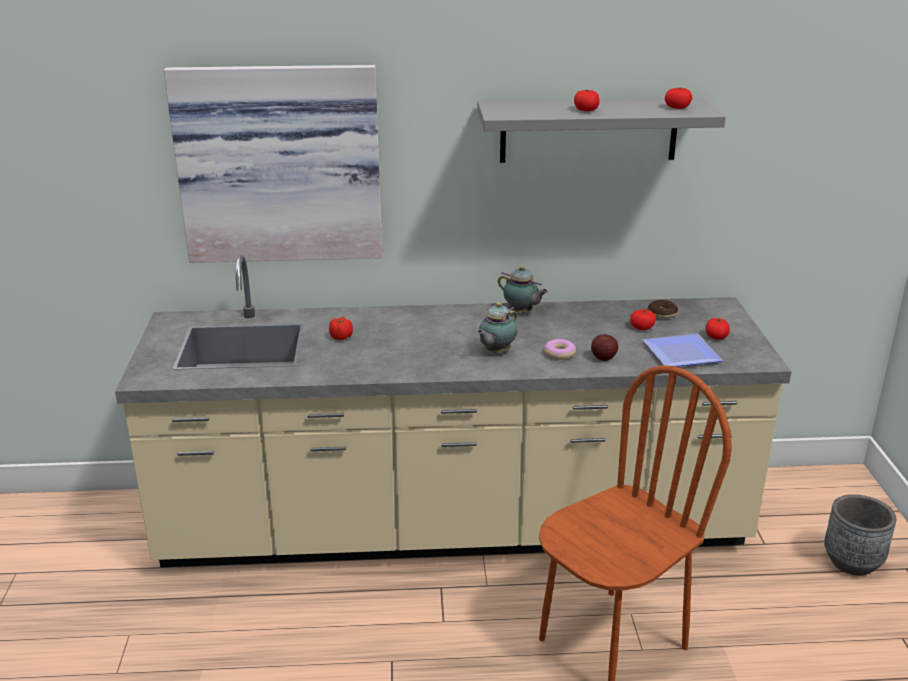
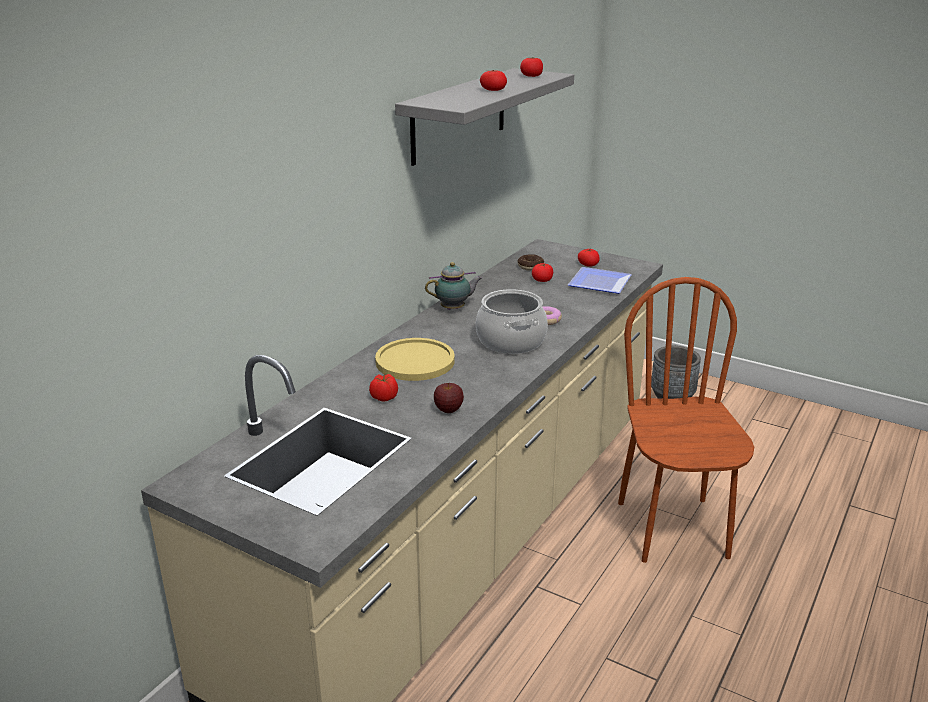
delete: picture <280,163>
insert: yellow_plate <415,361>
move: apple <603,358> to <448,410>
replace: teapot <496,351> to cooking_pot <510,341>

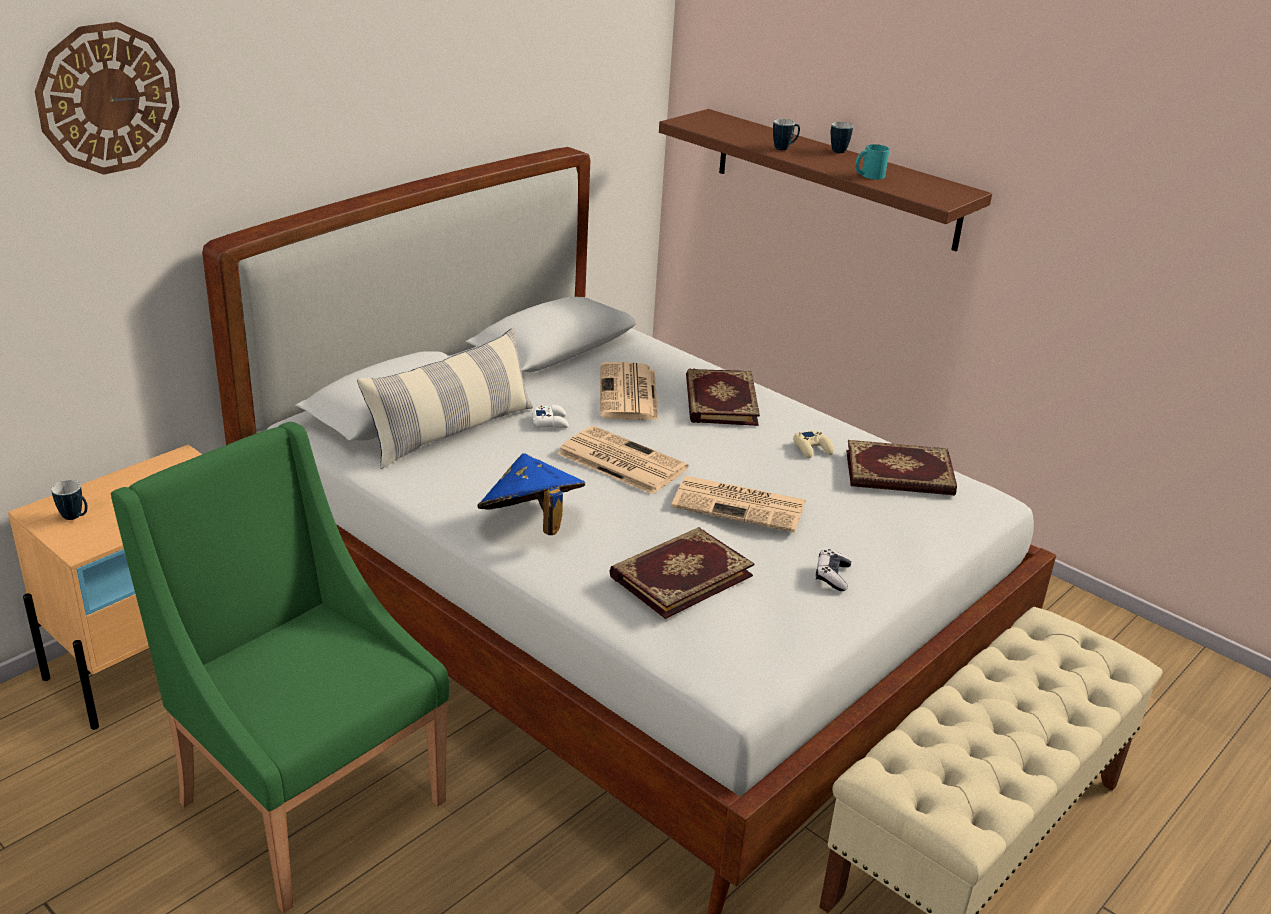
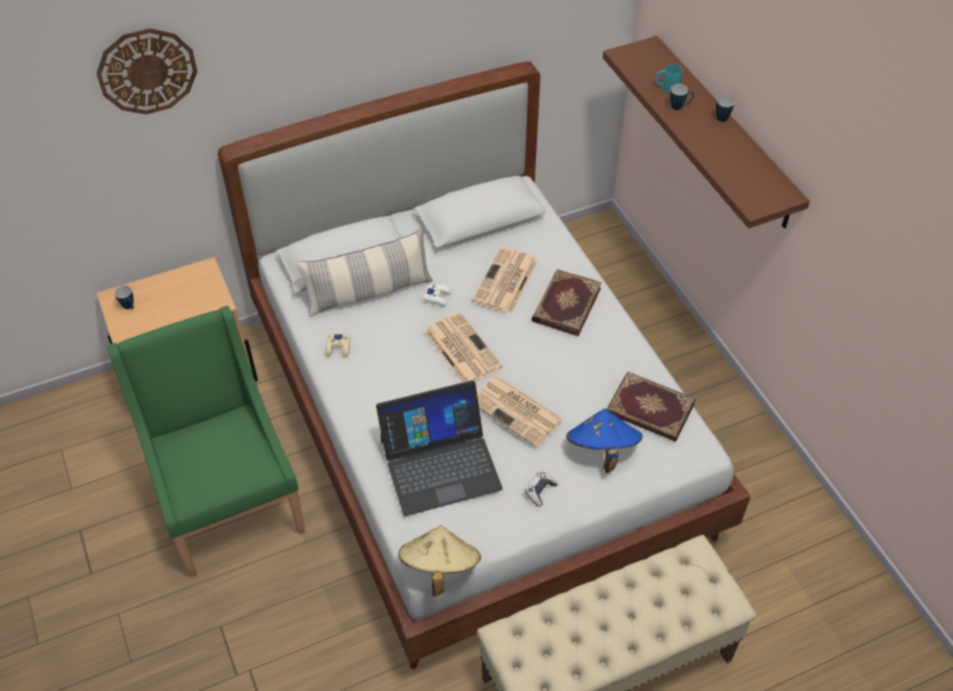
insert: beige_hat <439,568>
move: blue_hat <531,524> to <601,450>; beige_game_controller <812,448> to <338,347>; turquoise_mug <868,175> to <666,87>
replace: book <680,575> to laptop <440,463>

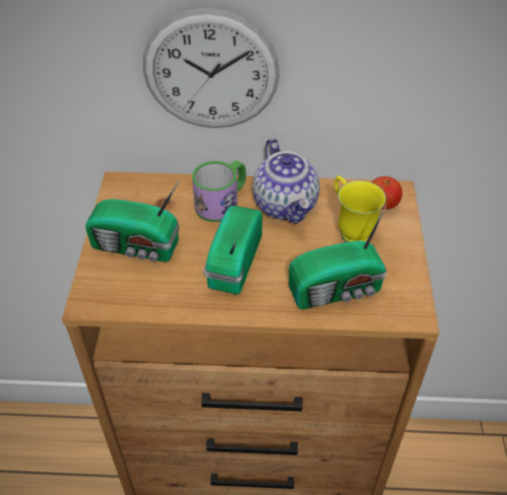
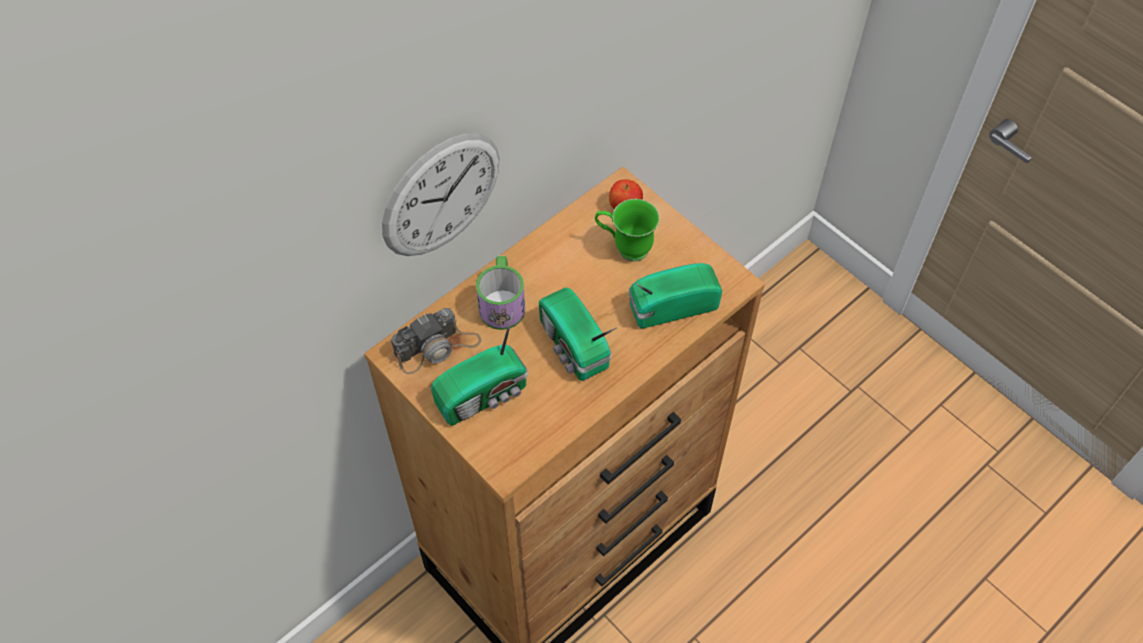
delete: teapot <286,205>
insert: photo_camera <437,347>
recolor: yellow_mug <350,229> to green_mug <624,248>
rotate: radio <338,290> = <670,306> 135 degrees counterclockwise

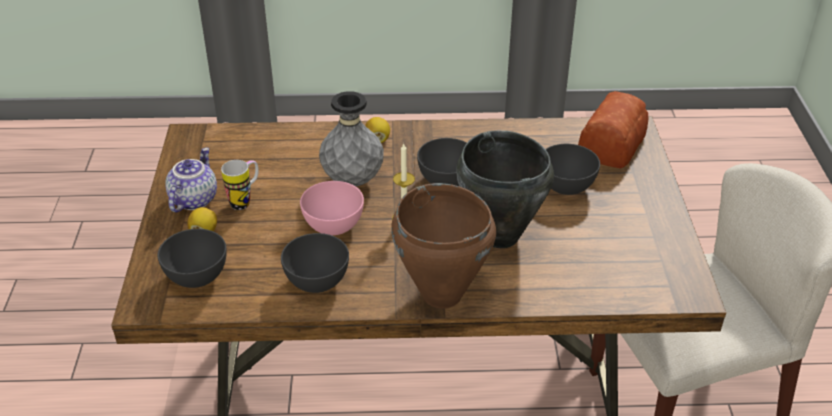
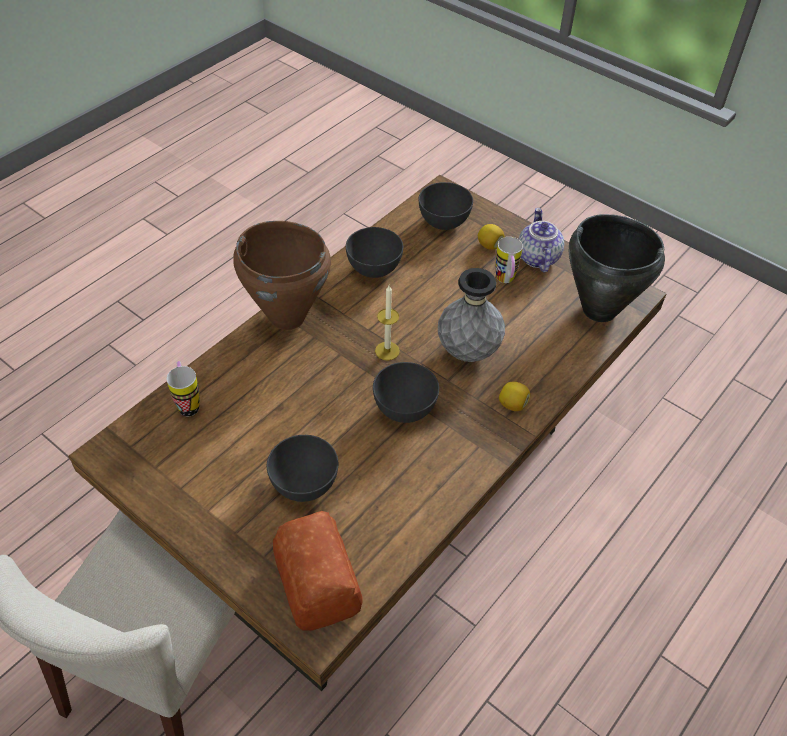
delete: pink_bowl <334,226>
insert: mug <188,403>
move: black_cooking_pot <499,236> to <599,309>
rotate: teapot <193,199> = <536,257> 150 degrees counterclockwise

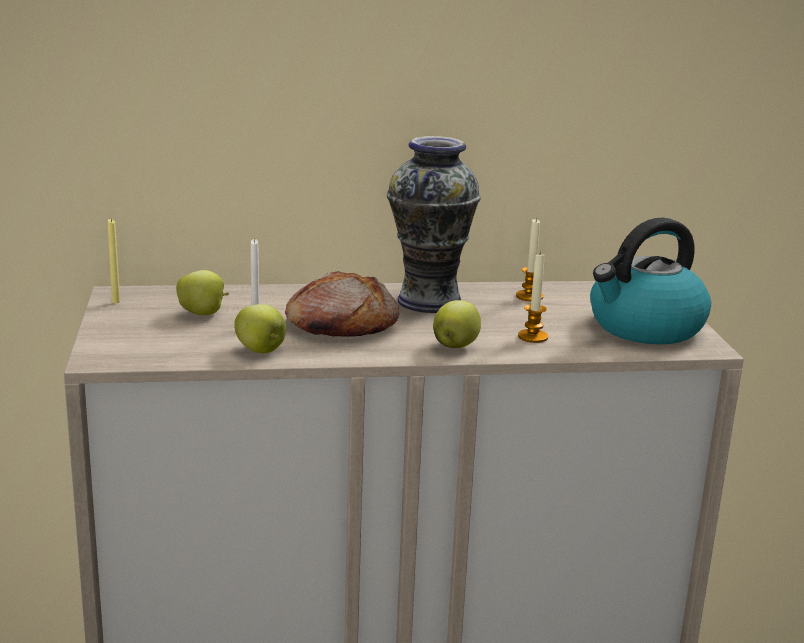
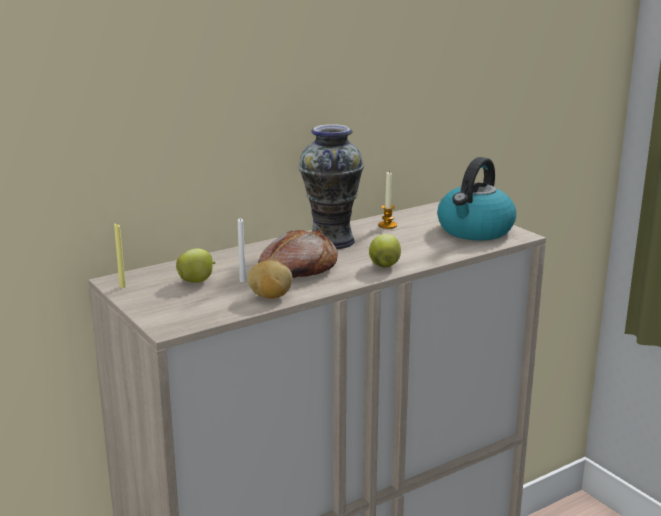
delete: candle <533,337>
replace: apple <261,351> to potato <270,296>

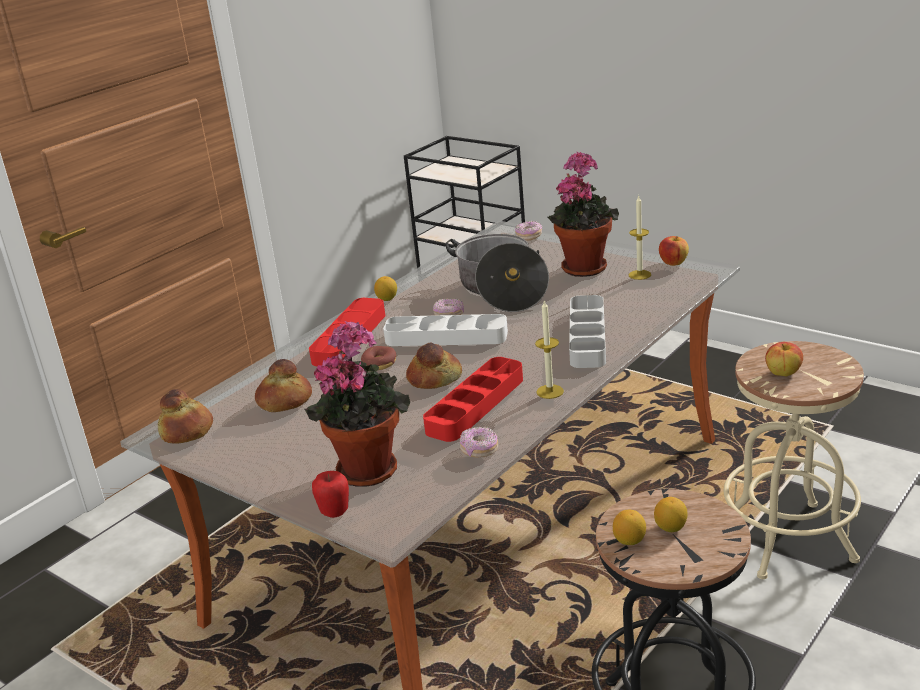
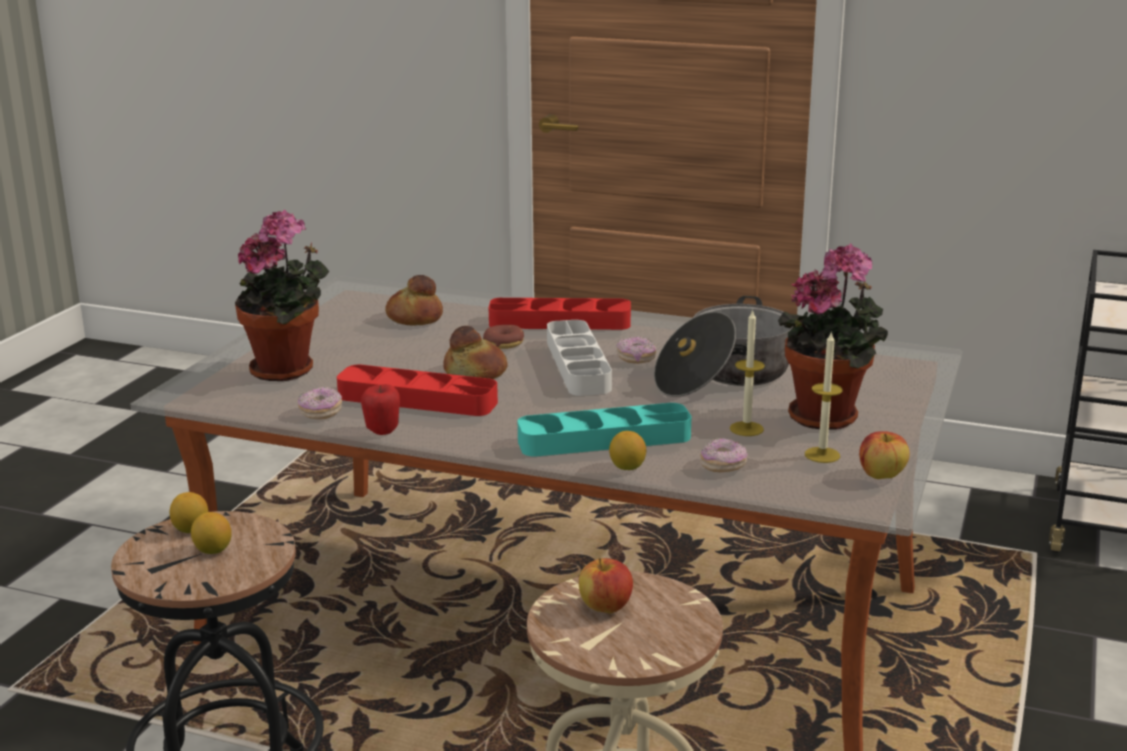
delete: bread <187,430>
move: apple <334,513> to <382,431>; lemon <387,299> to <627,467>; donut <529,236> to <723,466>; candle <550,391> to <746,429>
recolor: grey_tray <587,337> to turquoise_tray <604,439>

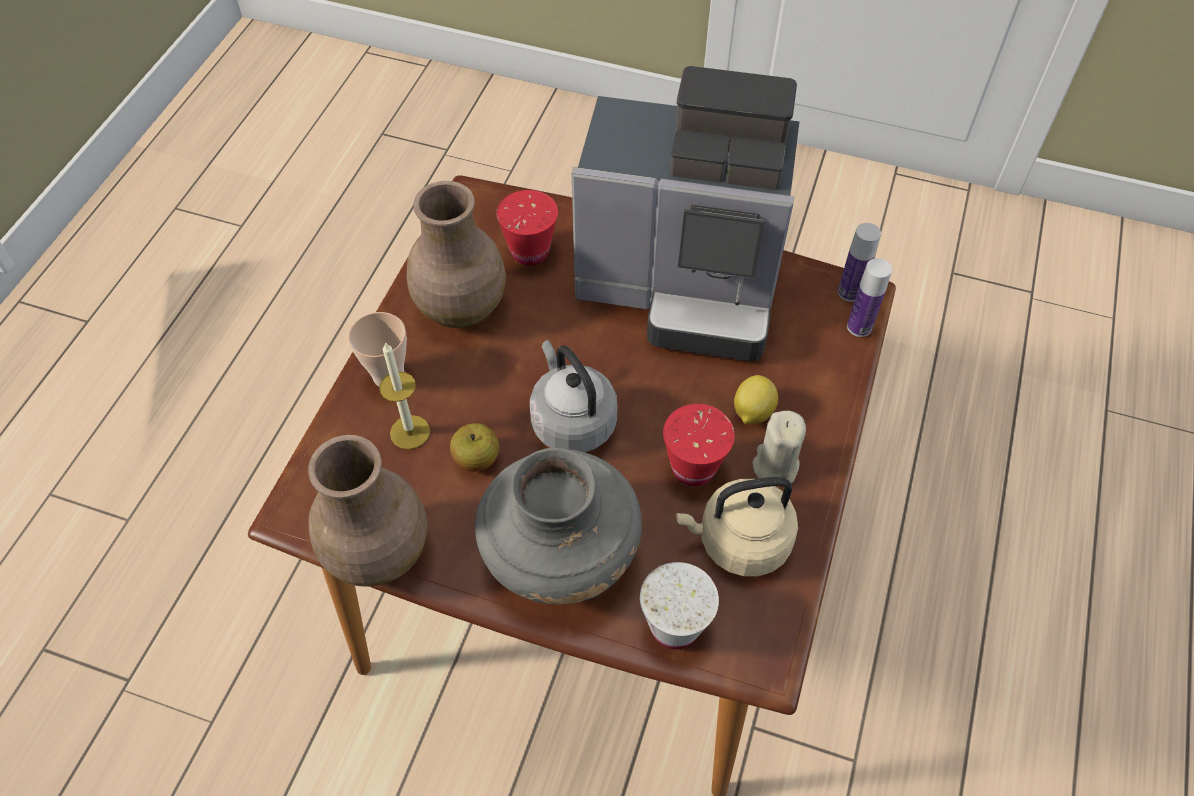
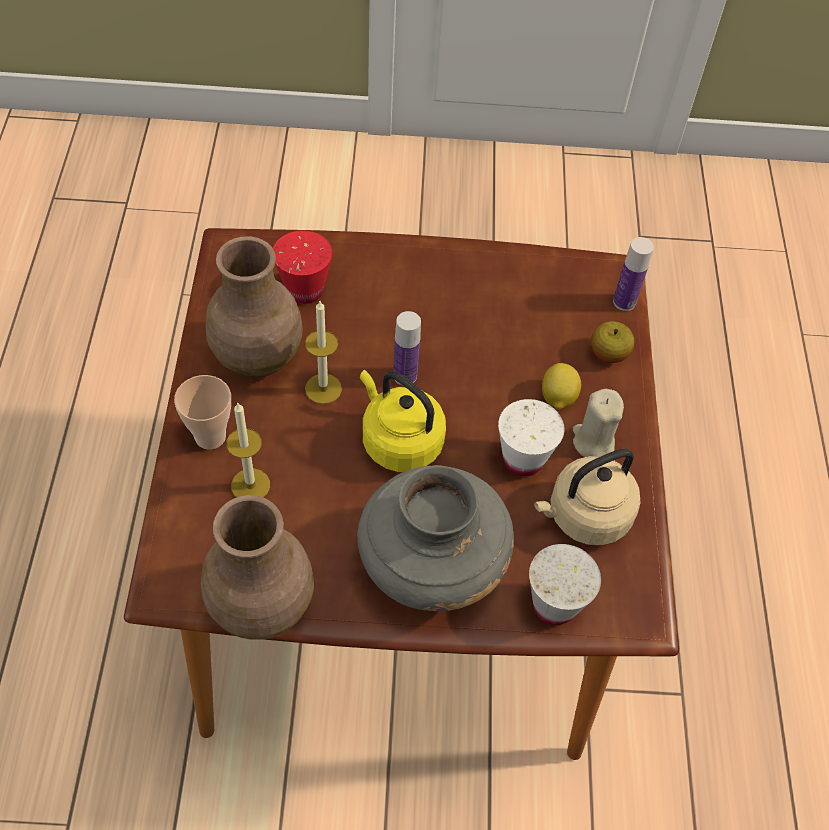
delete: coffee_machine <684,288>
insert: candle <323,389>
move: apple <476,459> to <608,354>; bottle <849,292> to <405,375>
recolor: grey_kettle <571,421> to yellow_kettle <399,441>; red_cup <693,468> to white_cup <523,460>

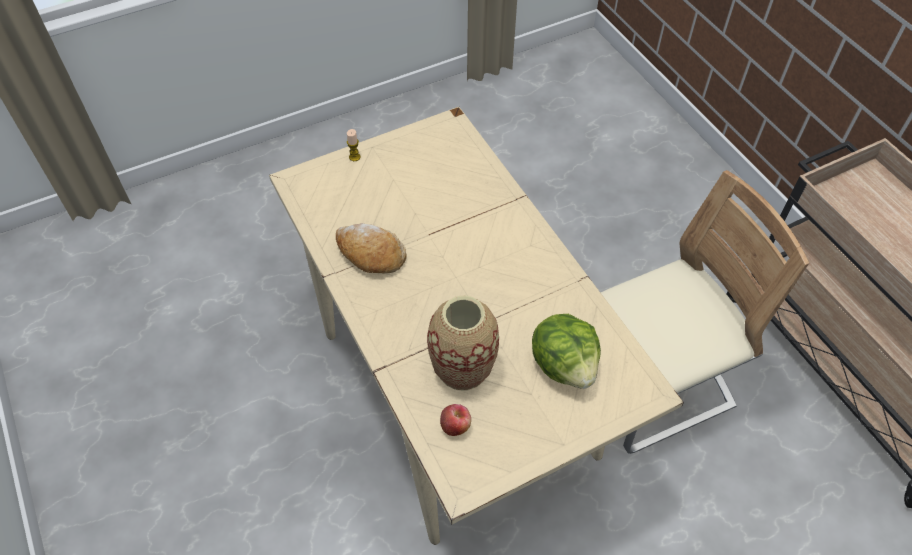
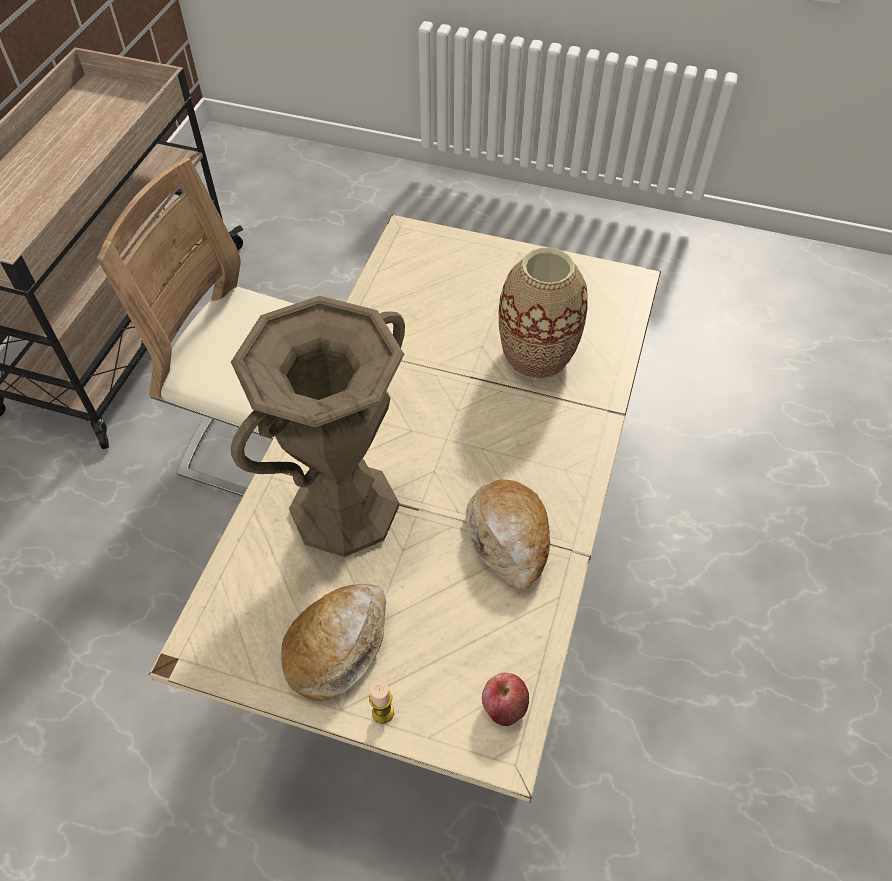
delete: lettuce <564,365>
insert: brown_vase <344,509>; bread <337,645>
move: apple <455,426> to <504,706>

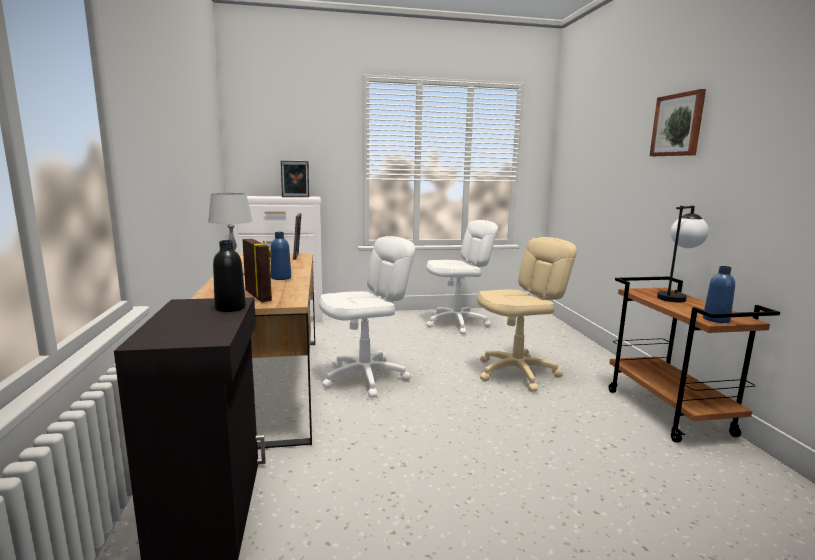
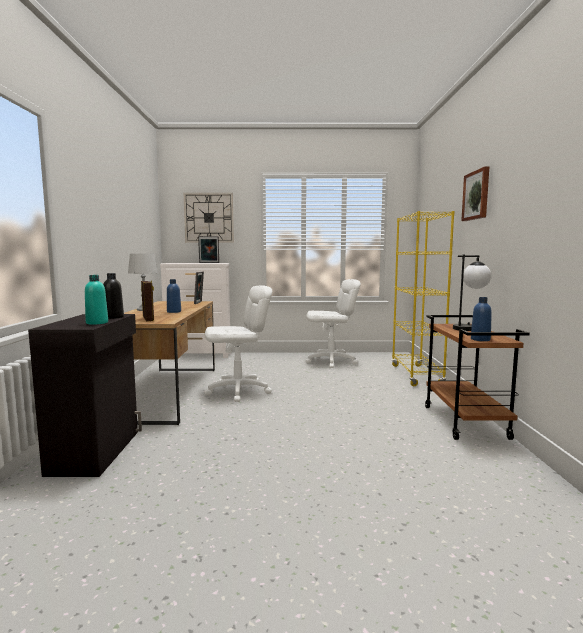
delete: beige_office_chair <517,373>
insert: turquoise_bottle <97,323>; wall_clock <209,218>; yellow_bookcase <416,375>

